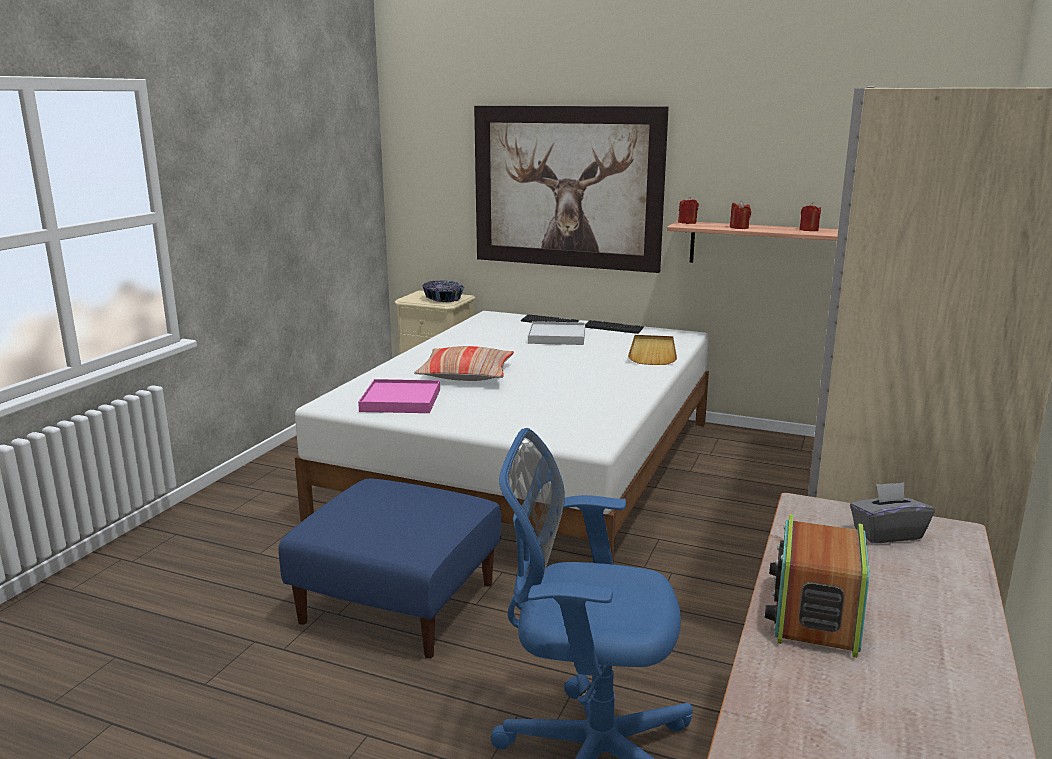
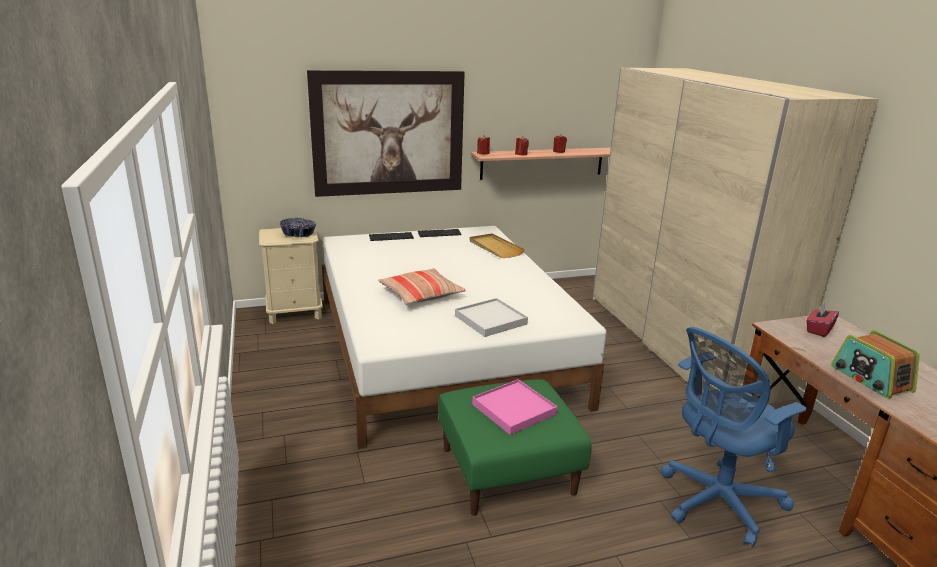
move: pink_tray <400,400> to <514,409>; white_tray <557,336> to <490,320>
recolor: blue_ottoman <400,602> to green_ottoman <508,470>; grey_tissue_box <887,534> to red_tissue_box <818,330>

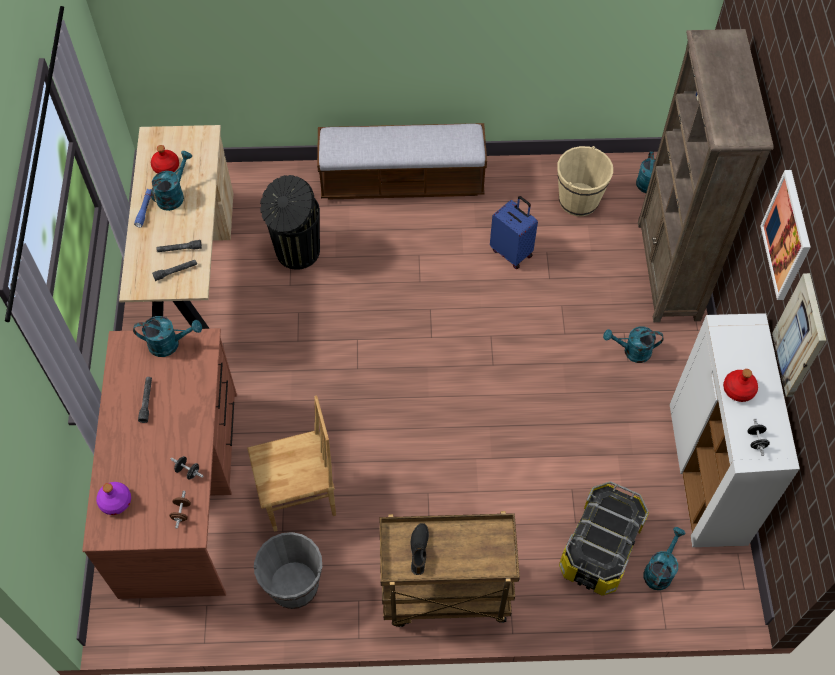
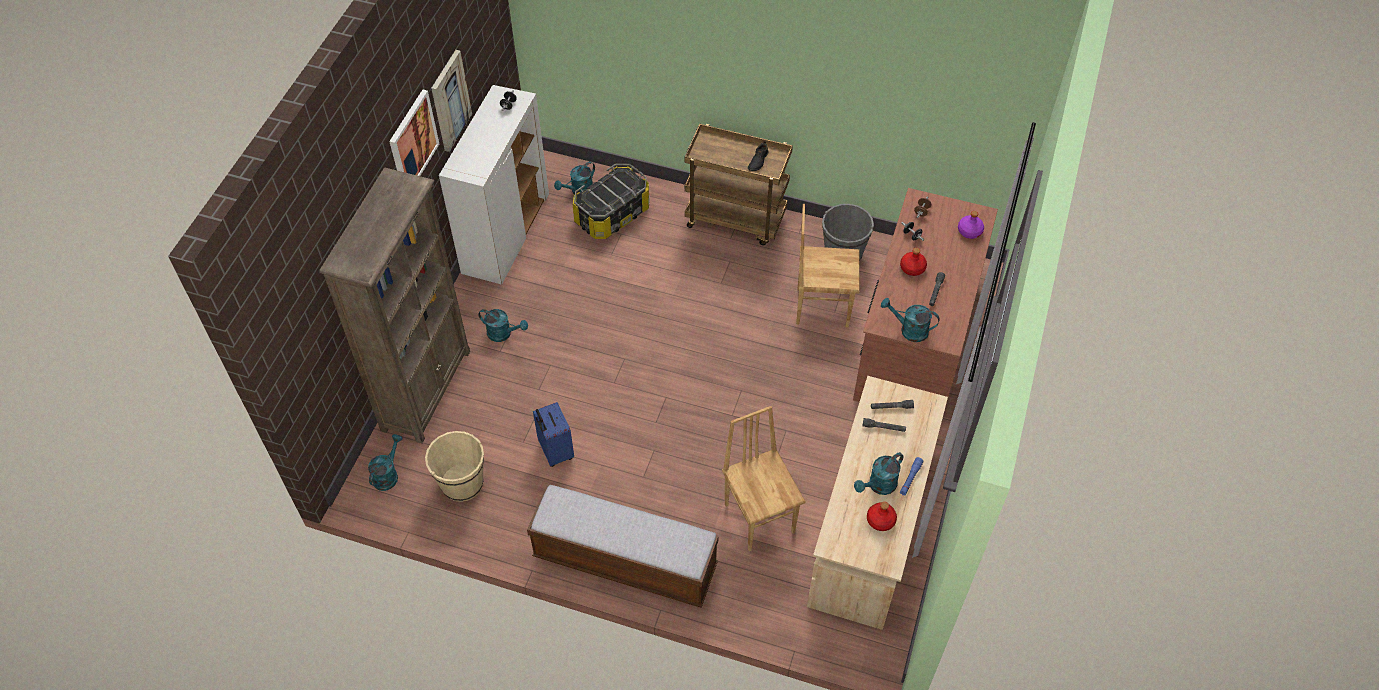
move: red_bottle <739,390> to <912,268>
replace: black_trash_can <296,252> to brown_chair <760,517>

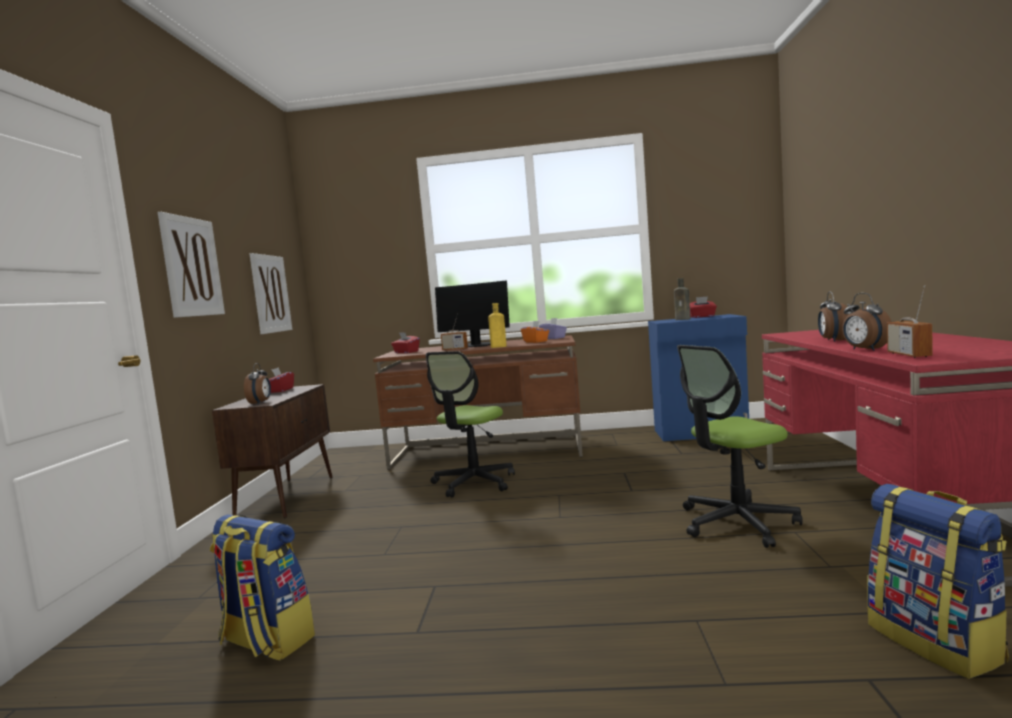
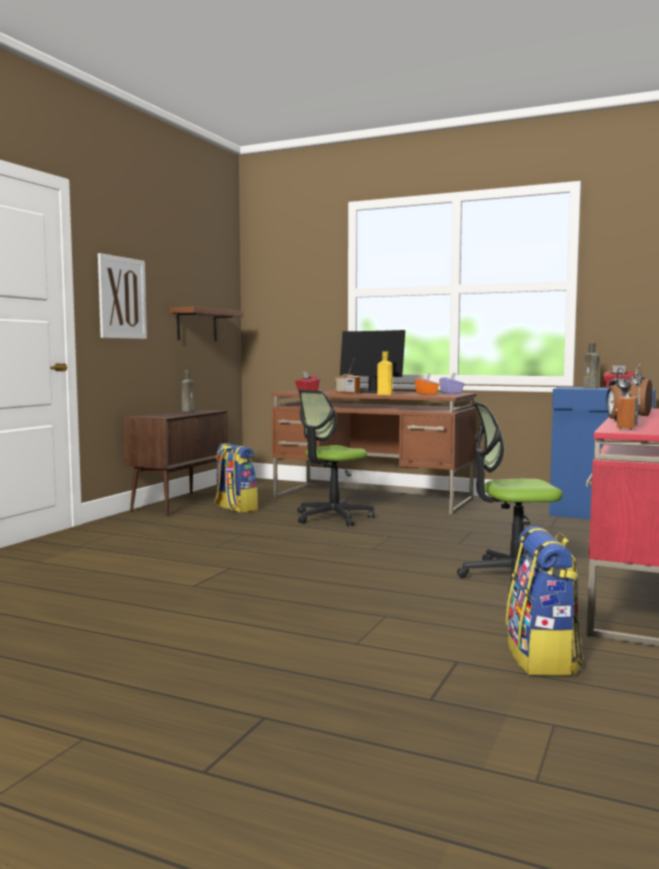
delete: alarm_clock <260,403>
move: backpack <265,641> to <235,508>
replace: picture <270,294> to brown_shelf <197,325>; red_tissue_box <280,390> to brown_bottle <188,411>

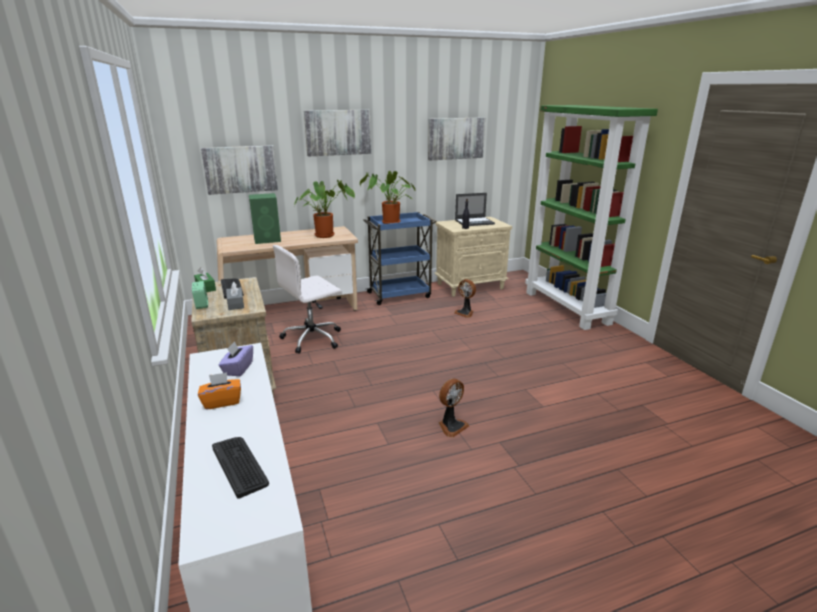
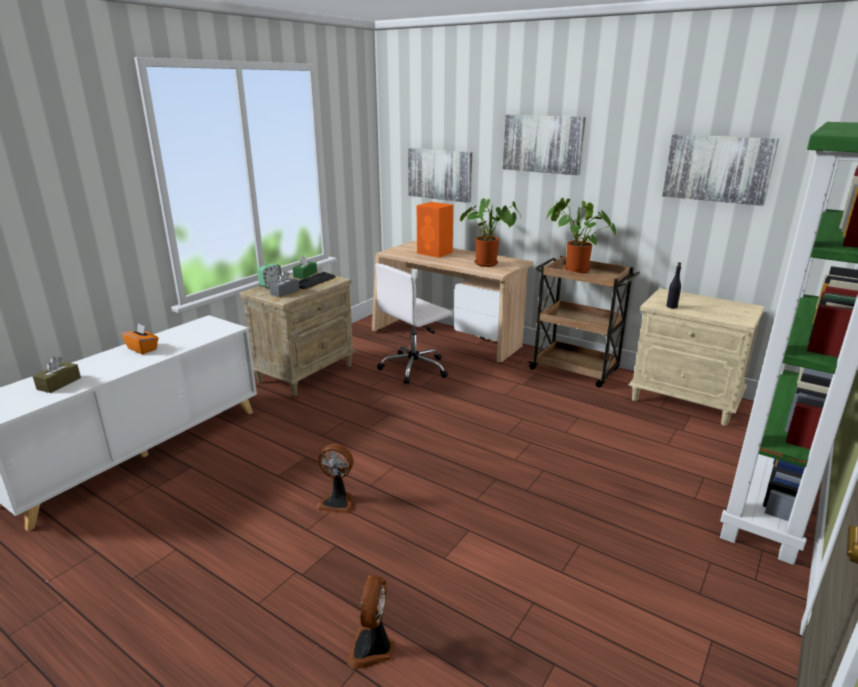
delete: purple_tissue_box <238,369>; laptop <475,222>
move: fan <465,313> to <372,649>
replace: keyboard <240,465> to brown_tissue_box <59,383>
recolor: green_speaker <268,239> to orange_speaker <435,253>; blue_cart <400,295> to brown_cart <576,370>
rotate: white_office_chair <313,338> = <415,368> 60 degrees counterclockwise

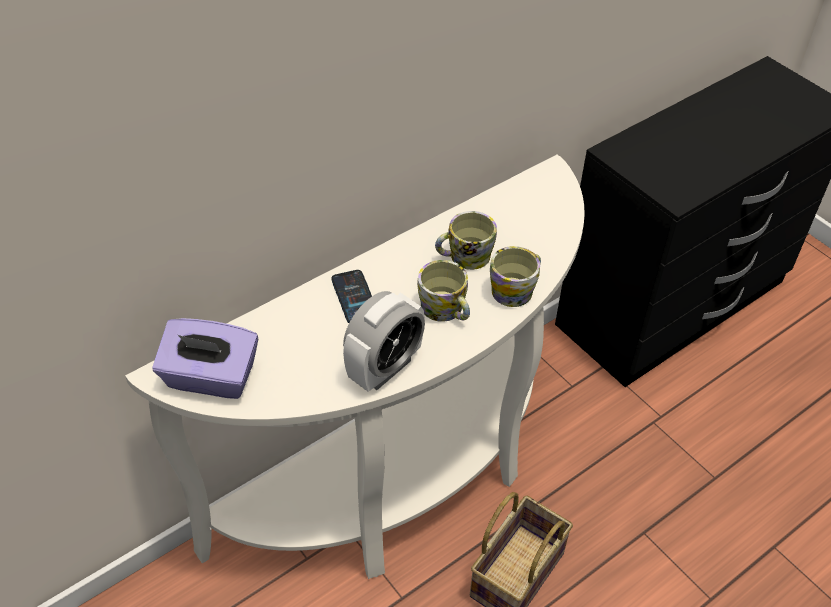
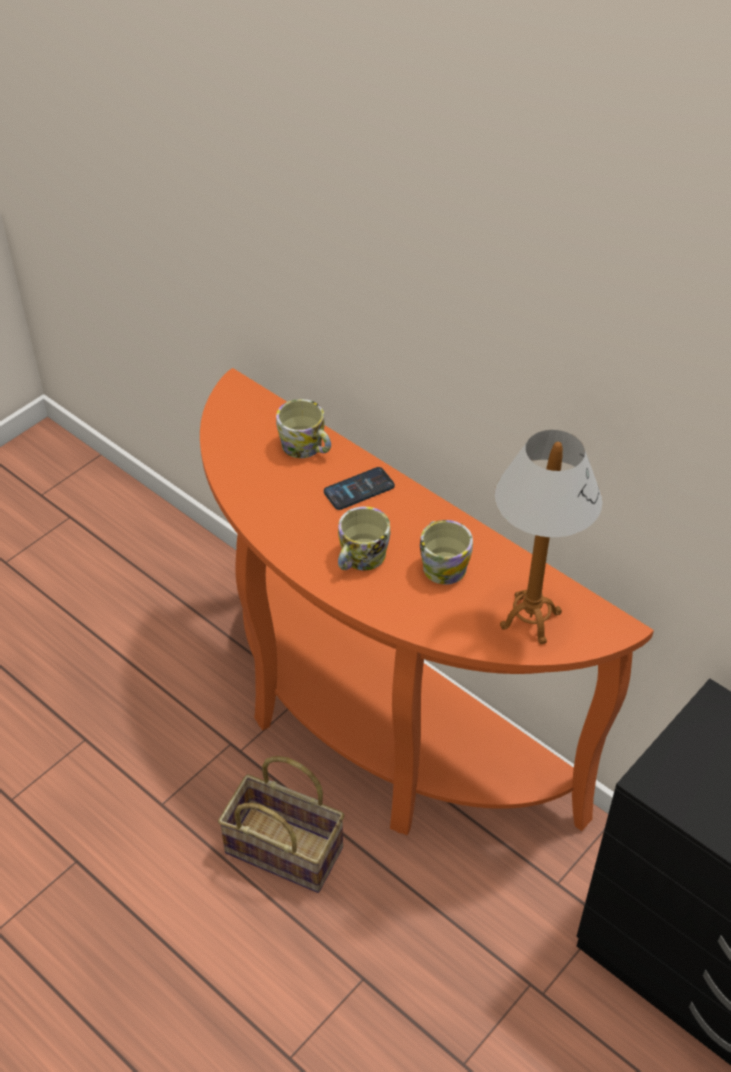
delete: purple_tissue_box <210,378>; alarm_clock <384,368>
insert: table_lamp <529,620>
move: mug <516,289> to <306,448>
recolor: white_console_table <404,482> to orange_console_table <373,730>

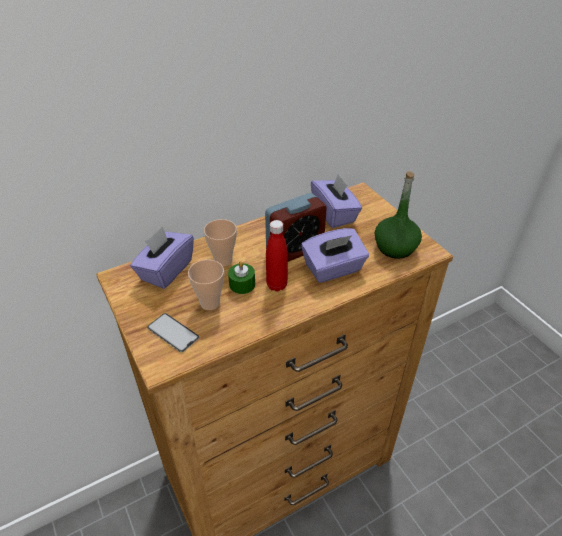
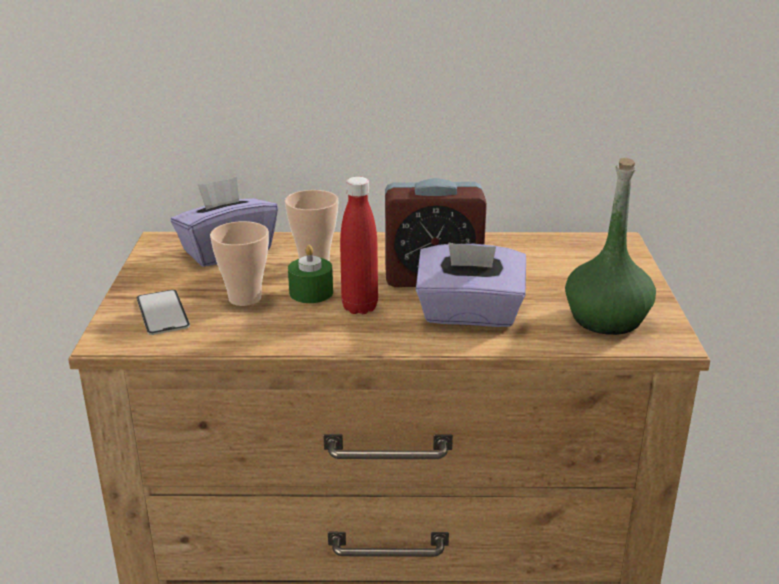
delete: purple_tissue_box <334,214>

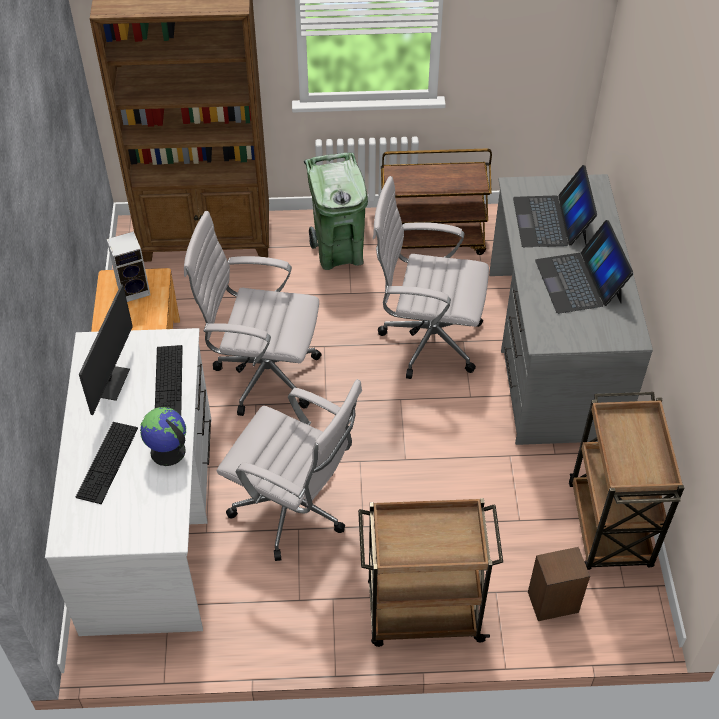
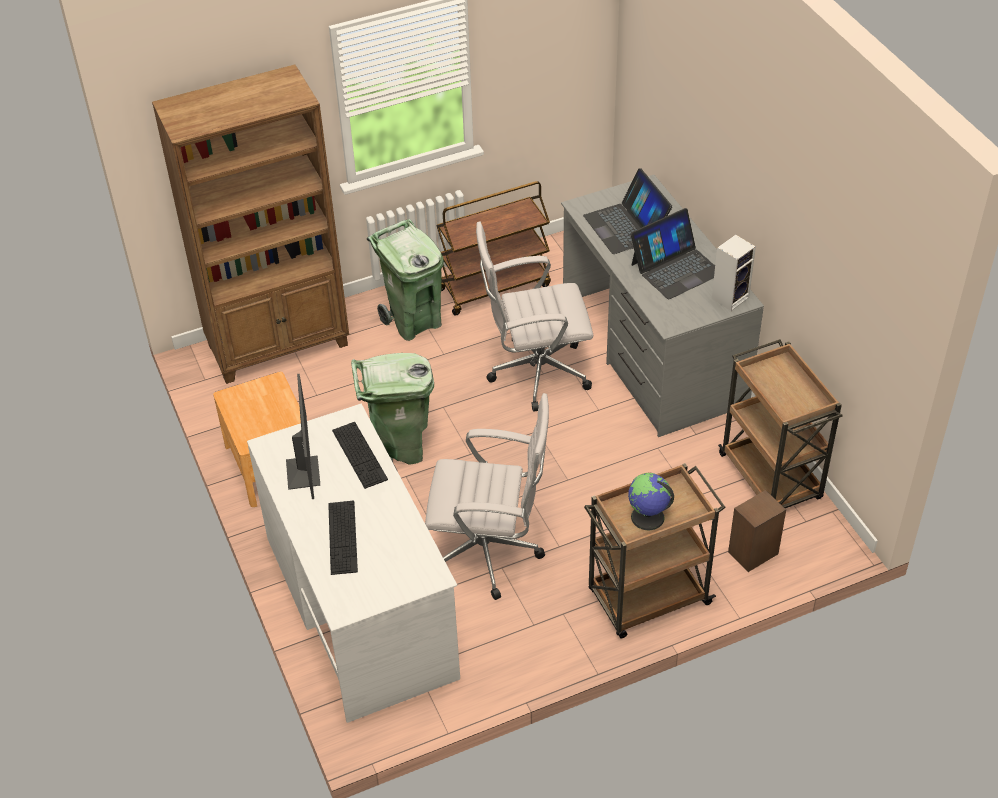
move: speaker <135,289> to <730,297>; globe <167,452> to <647,517>
replace: white_office_chair <262,374> to green_trash_can <398,449>
rotate: laptop <579,281> = <676,268> 90 degrees counterclockwise

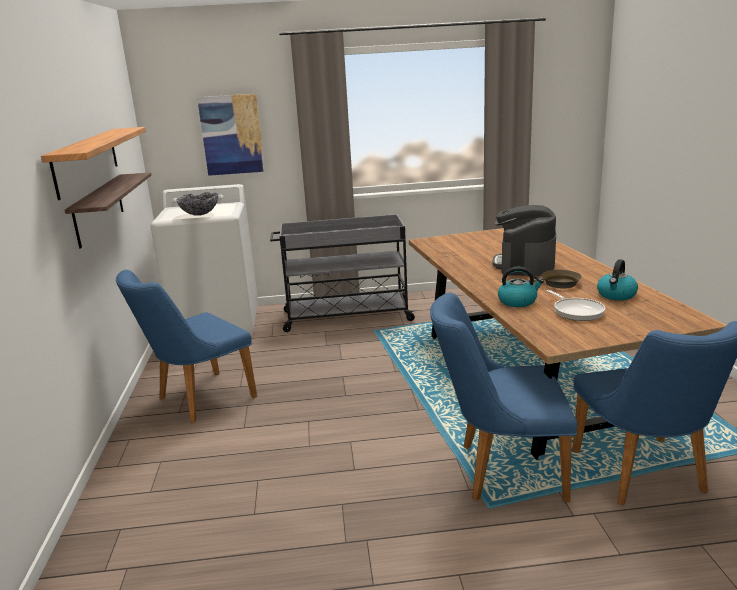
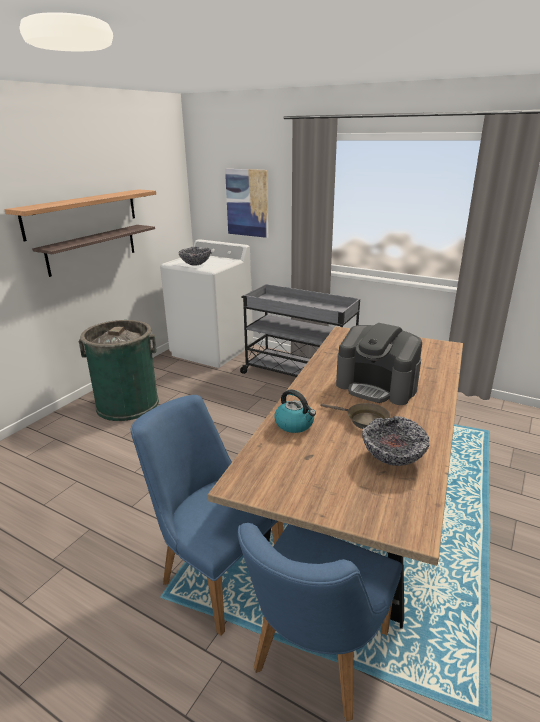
delete: frying_pan <576,311>
replace: blue_chair <198,400> to green_trash_can <127,404>; kettle <616,295> to bowl <393,458>
rotate: coffee_machine <524,264> = <377,386> 105 degrees counterclockwise

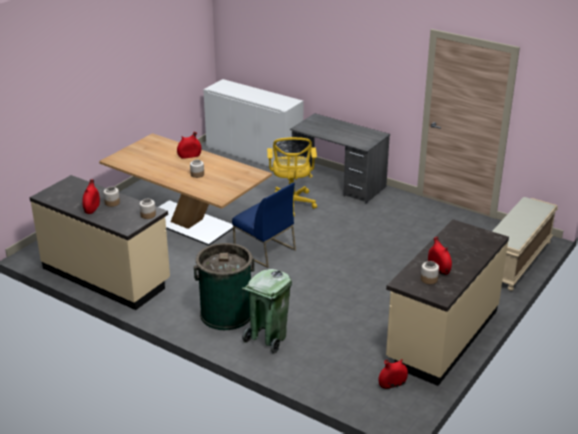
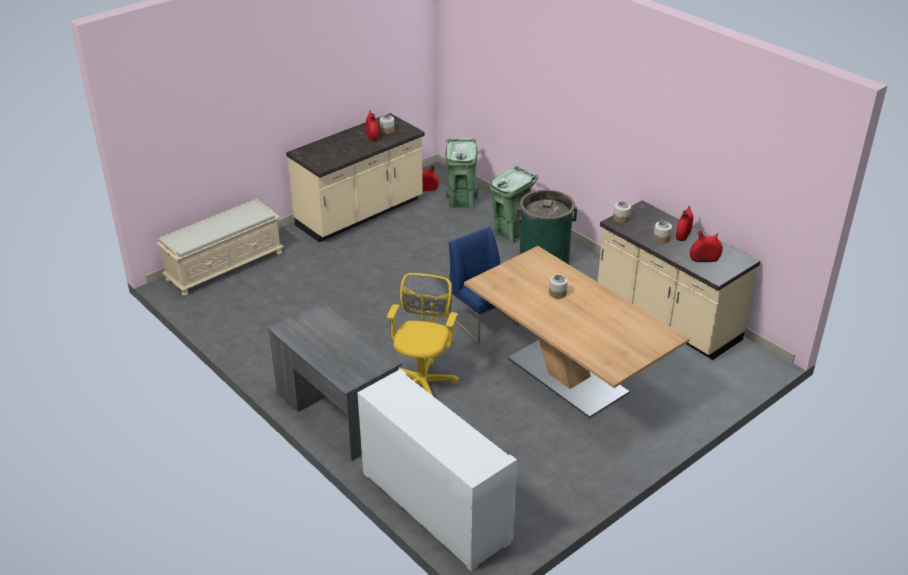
insert: green_trash_can <461,202>
move: red_vase <189,156> to <704,259>

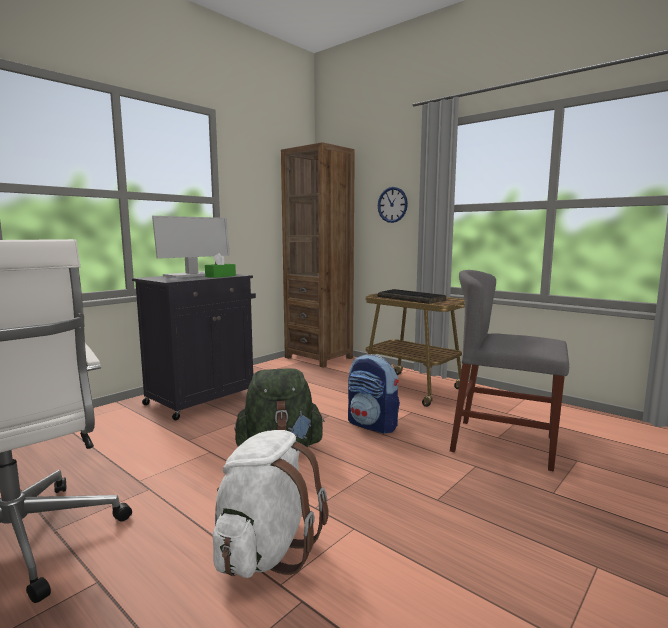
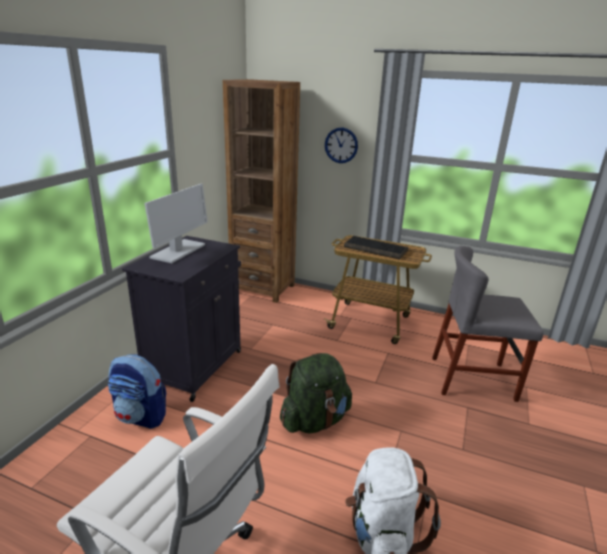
delete: green_tissue_box <220,276>
move: backpack <373,425> to <141,416>

